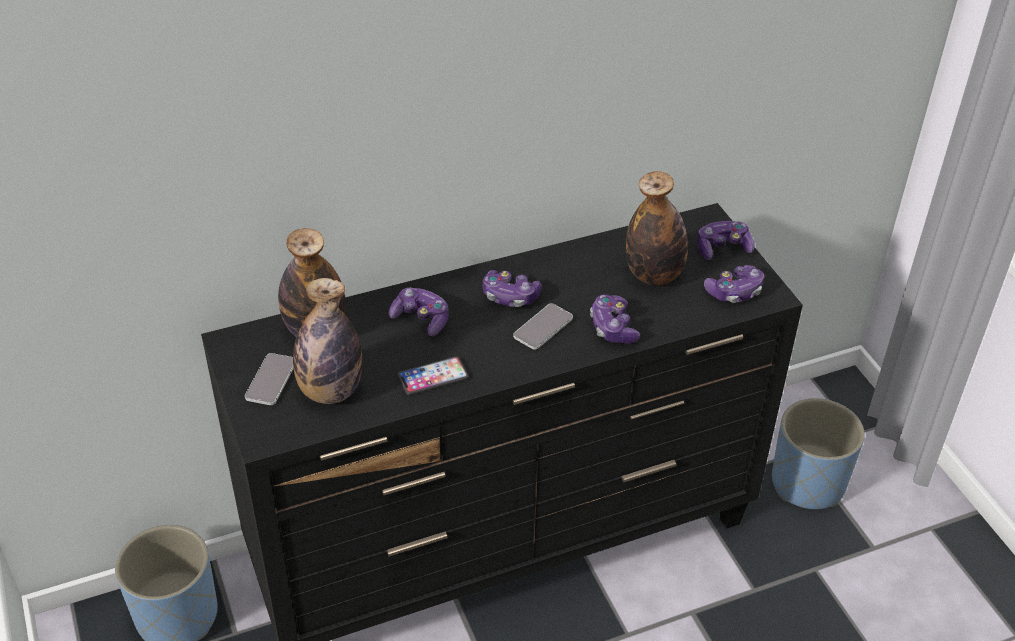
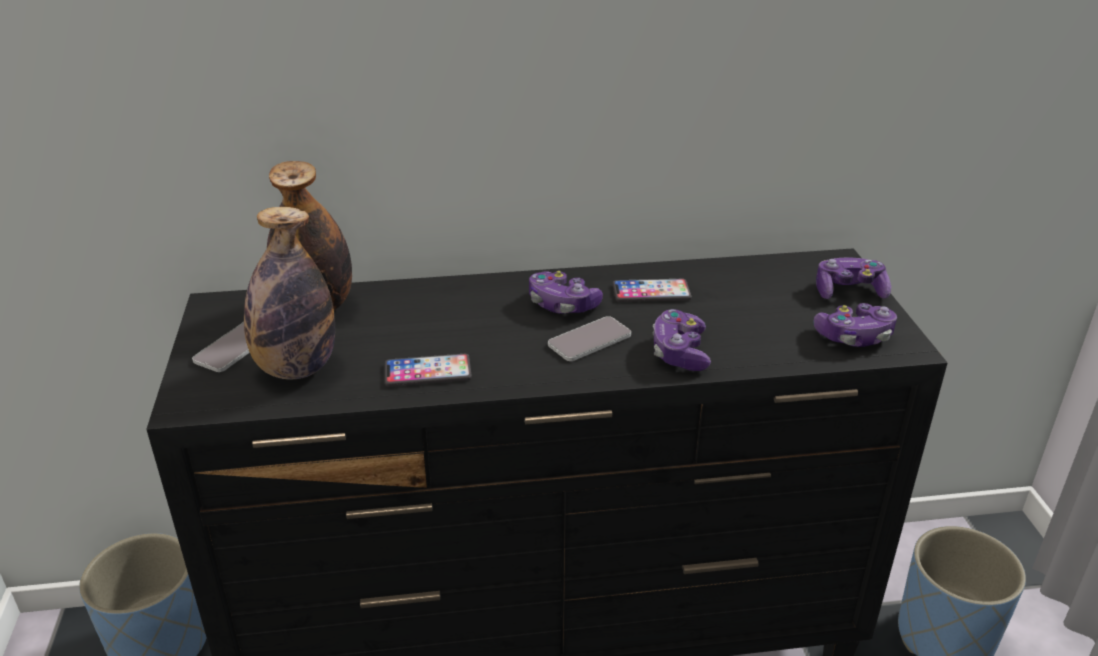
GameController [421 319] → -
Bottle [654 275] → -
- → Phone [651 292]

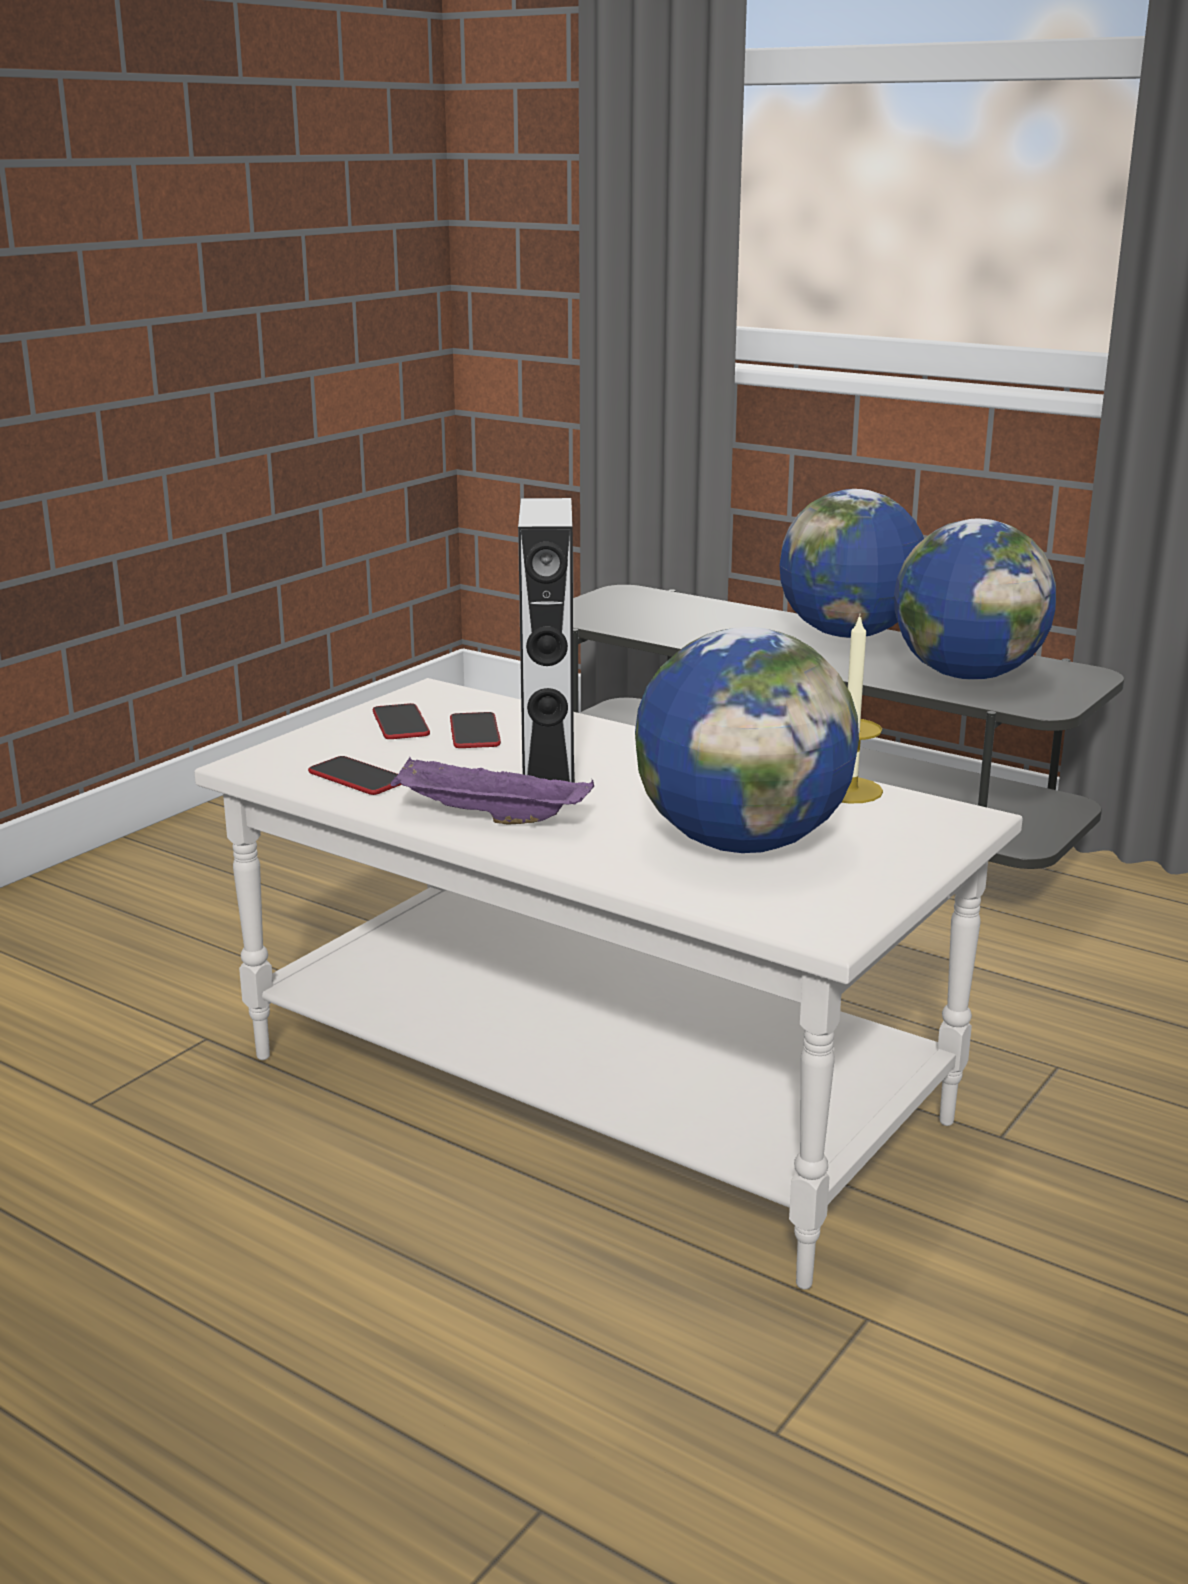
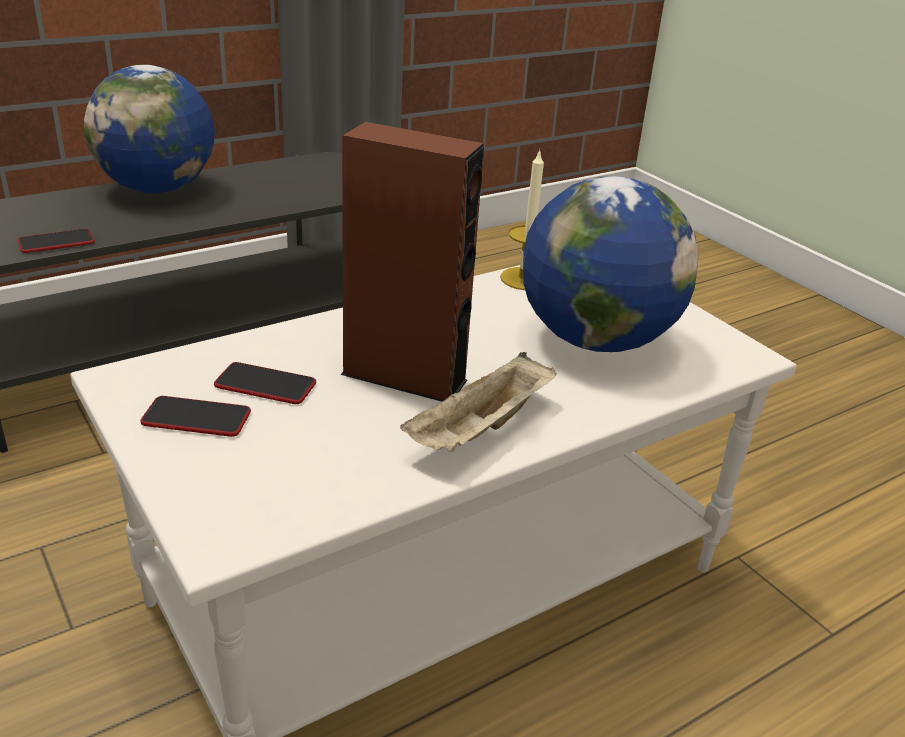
DeskGlobe [967 675] → -
Phone [357 778] → Phone [56 242], moved
PurpleColouredCarryingTray [487 818] → BeigeColouredCarryingTray [481 430]
GrayLoudspeaker [548 775] → BrownLoudspeaker [404 377]

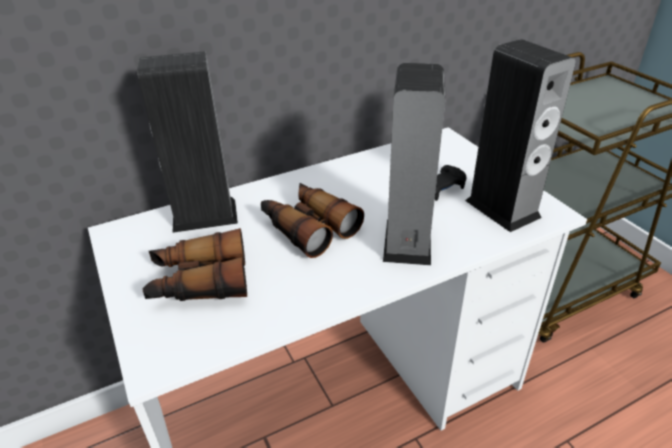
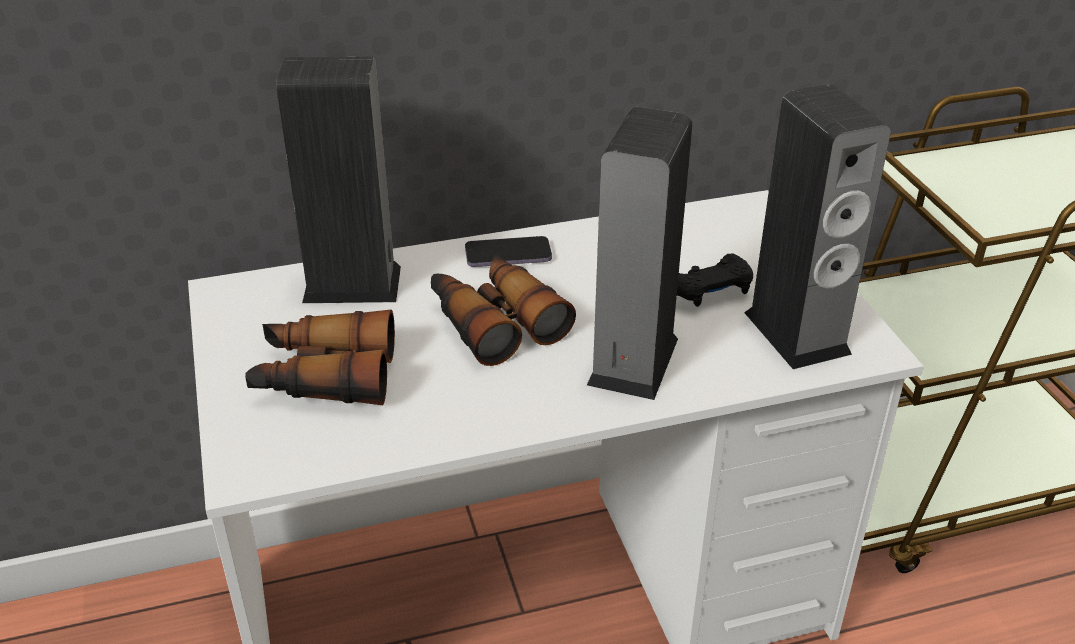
- → Phone [508 255]

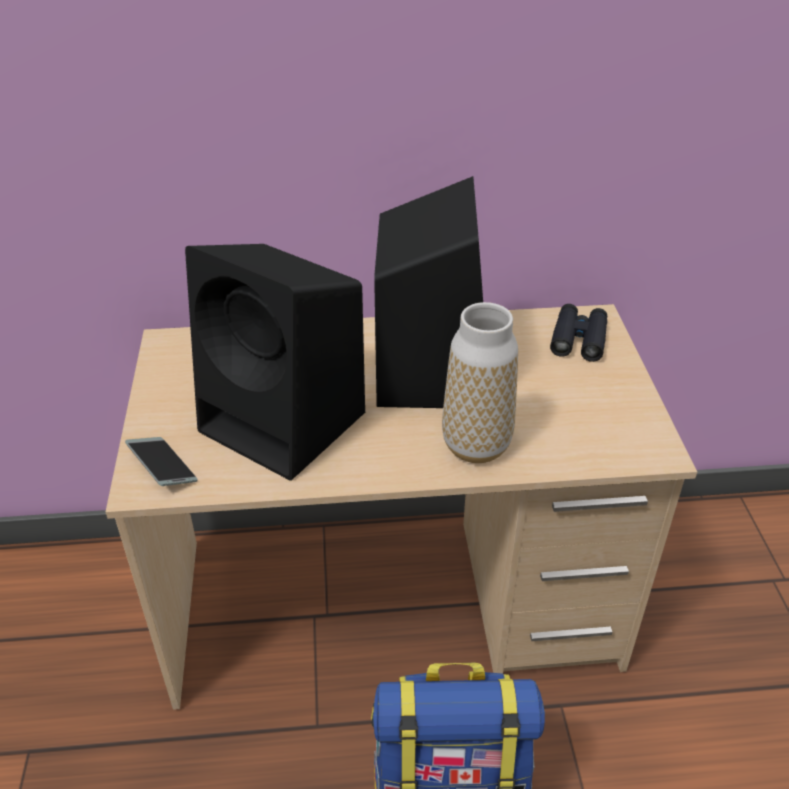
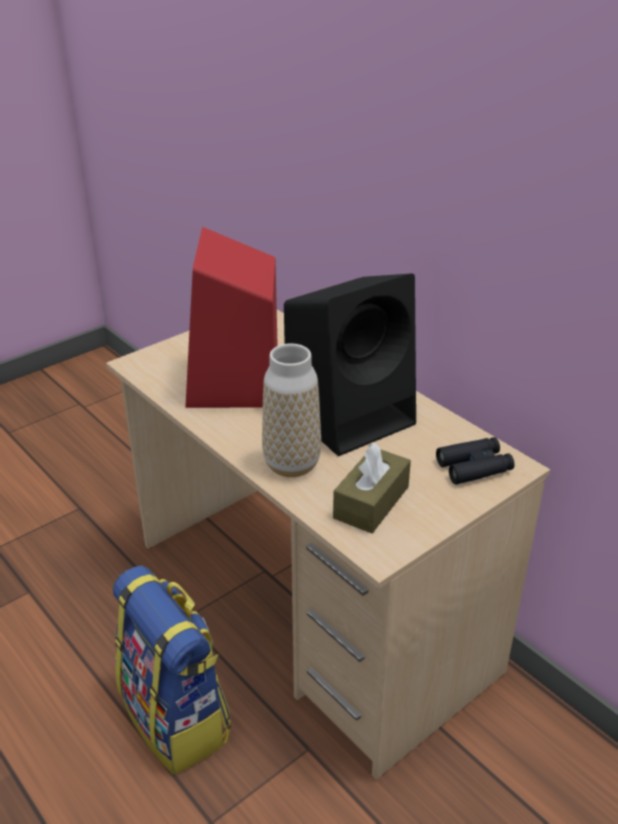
Phone [162 467] → -
- → BrownTissueBox [371 502]
BlackLoudspeaker [287 423] → ReddishLoudspeaker [234 384]

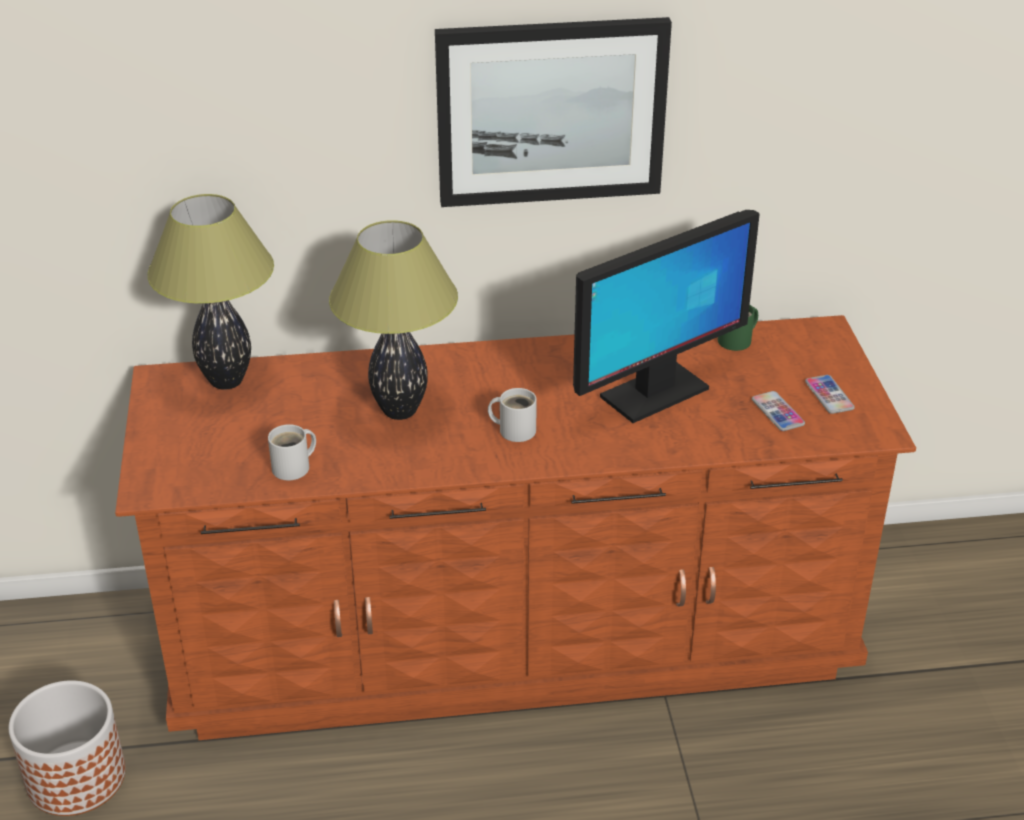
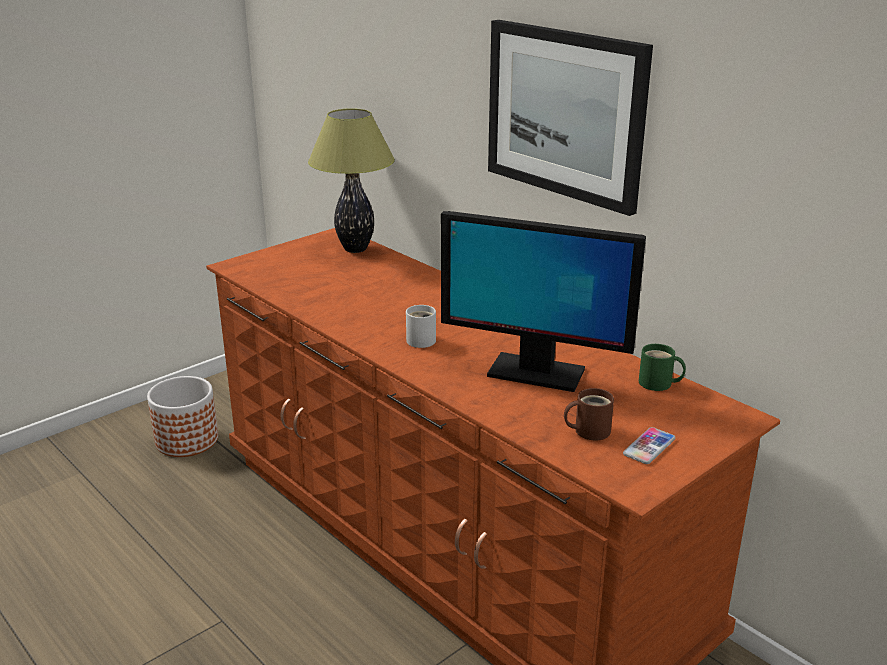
WhiteCoffeeMug [294 467] → -
TableLamp [399 411] → -
Phone [777 412] → BrownCoffeeMug [588 430]

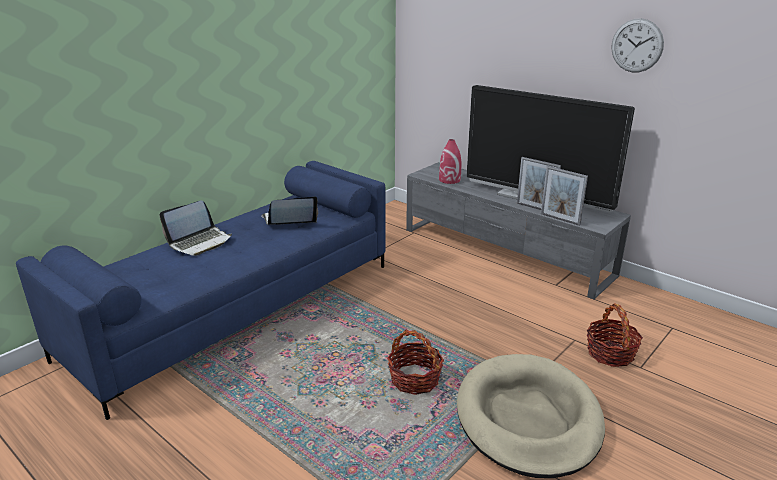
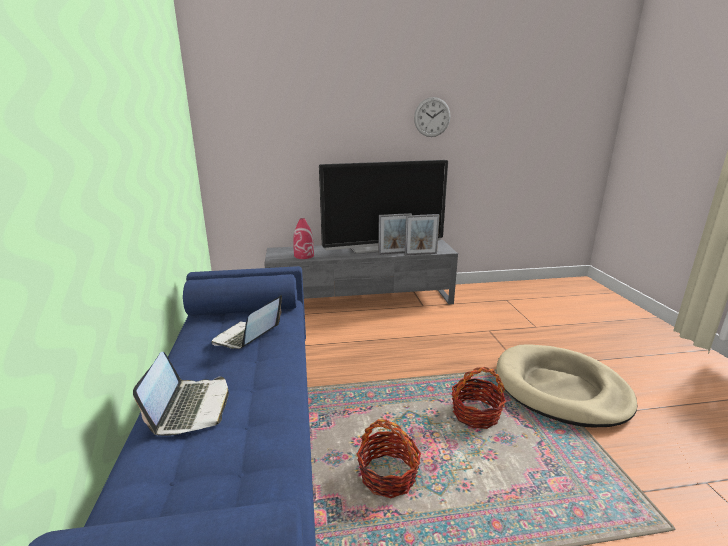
StorageBasket [610 353] → StorageBasket [388 476], moved

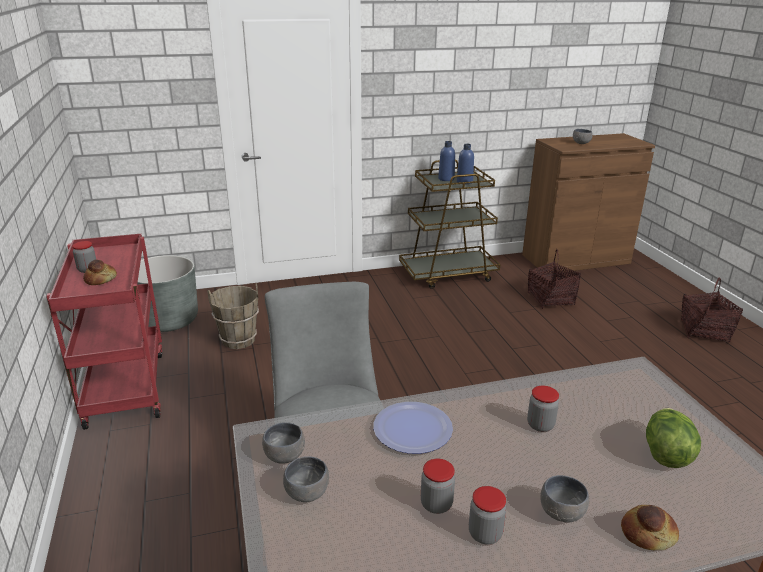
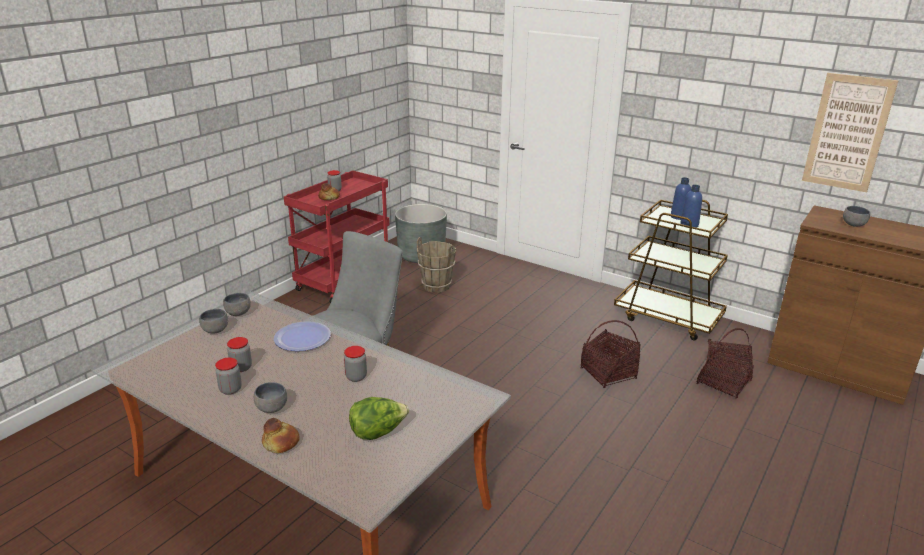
- → Picture [847 133]
StorageBasket [704 331] → StorageBasket [608 374], moved

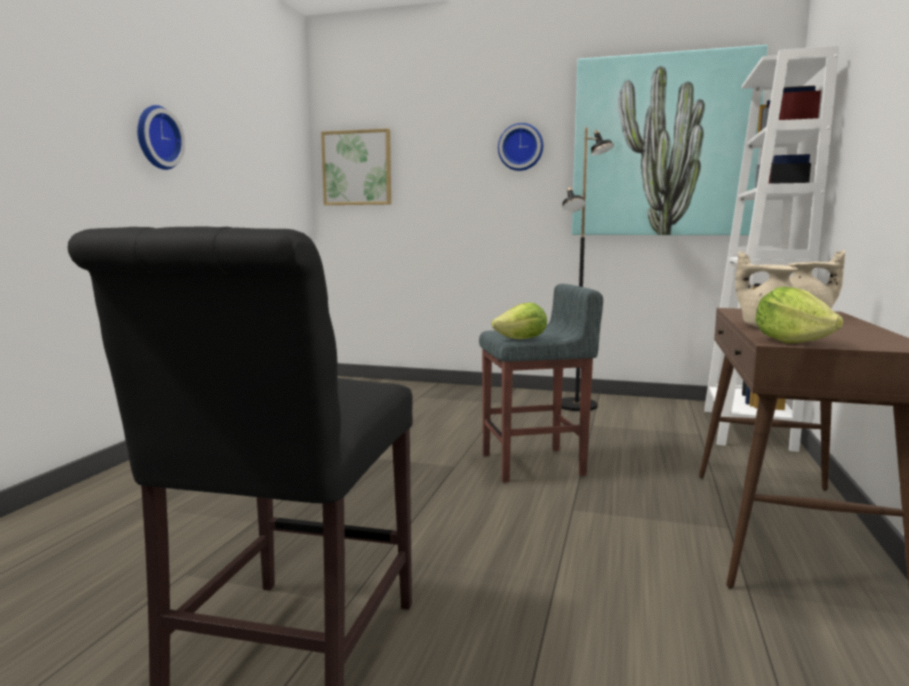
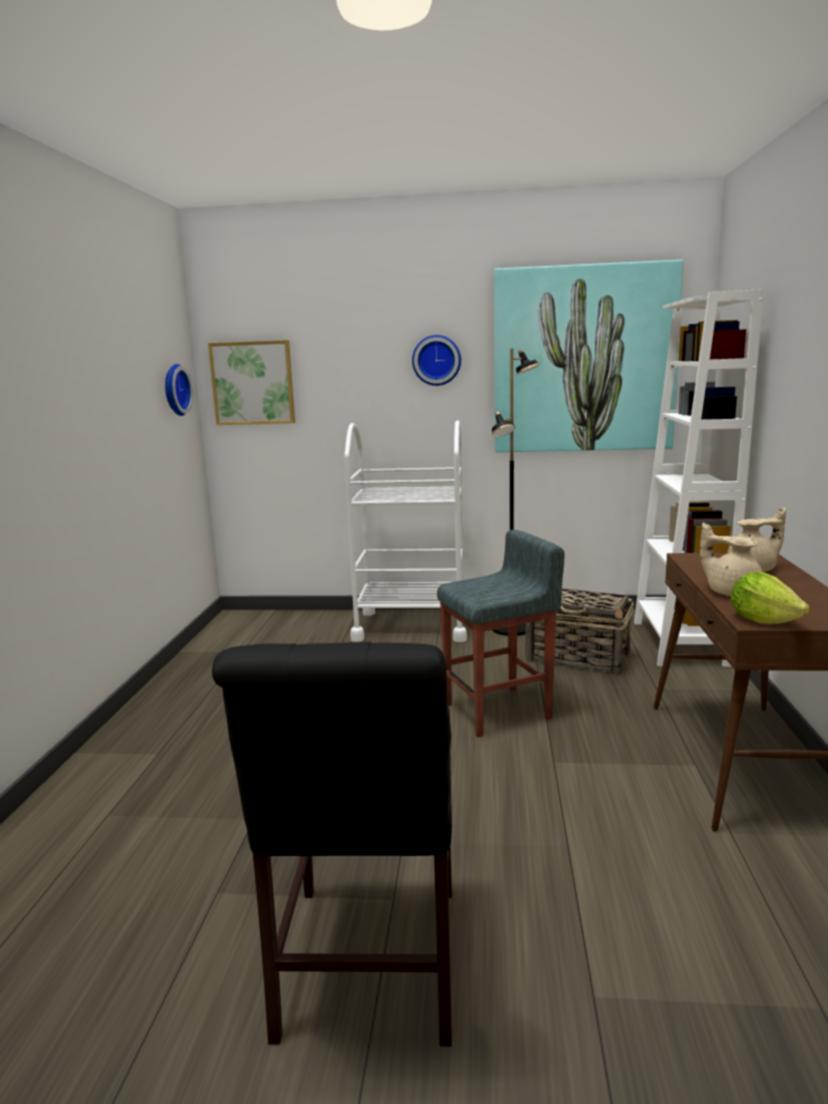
HeadOfLettuce [522 339] → -
- → WhiteTrolley [412 626]
- → StorageBasket [578 658]
WallClock [156 138] → WallClock [174 390], moved

